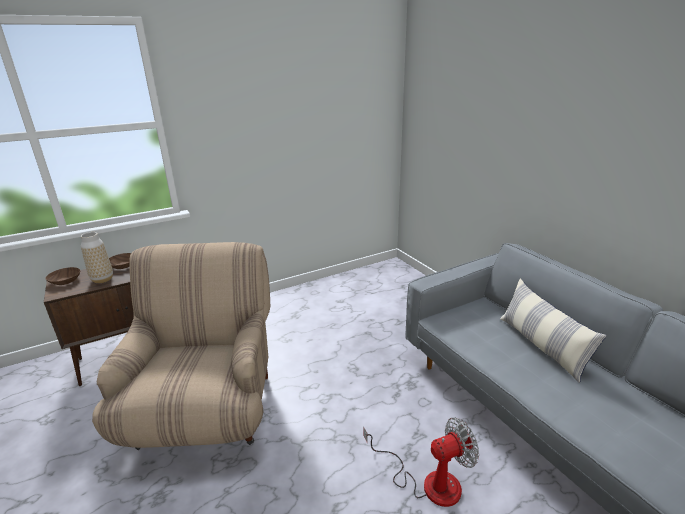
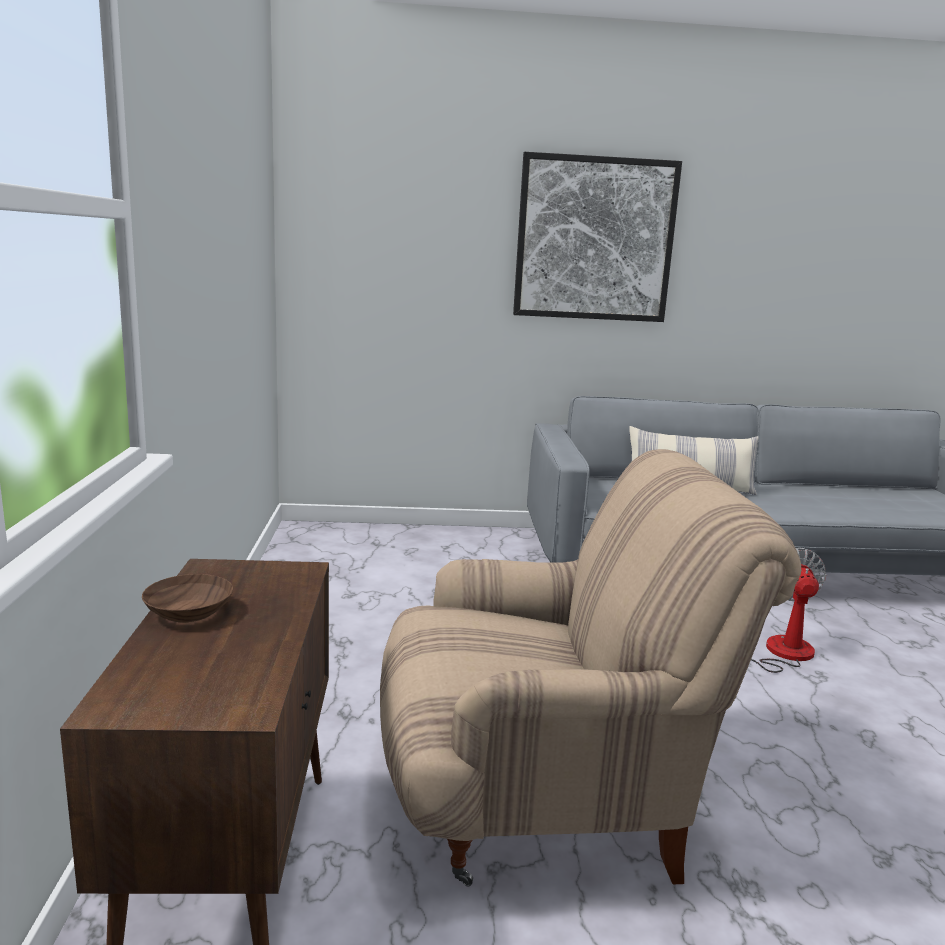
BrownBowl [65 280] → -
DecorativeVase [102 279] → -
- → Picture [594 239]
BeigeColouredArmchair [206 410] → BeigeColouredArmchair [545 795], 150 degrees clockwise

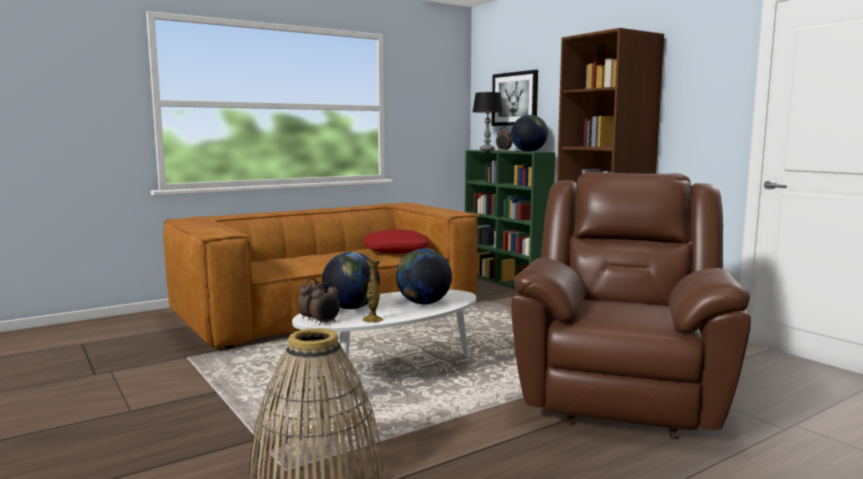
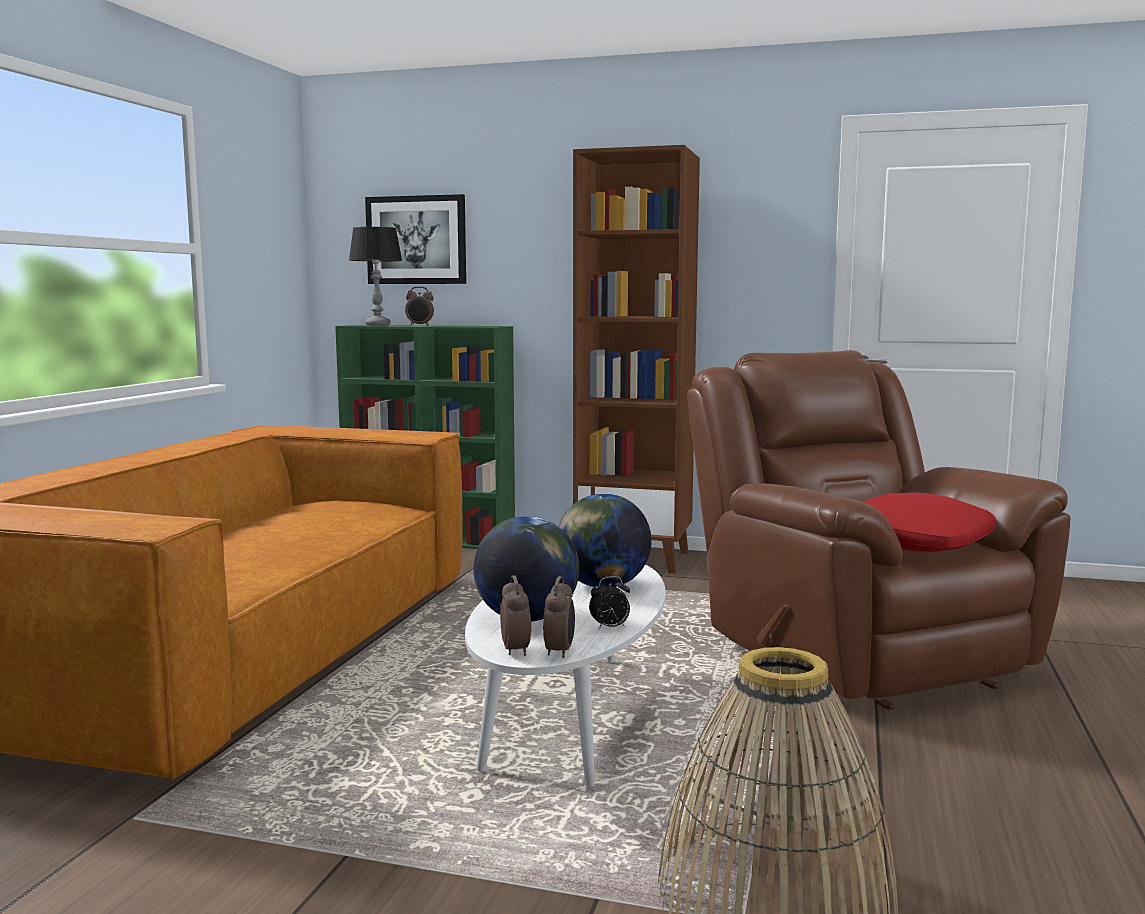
DeskGlobe [528 151] → -
ReddishThrowPillow [396 250] → ReddishThrowPillow [914 542], moved
DecorativeVase [372 319] → BedsideClock [610 627]

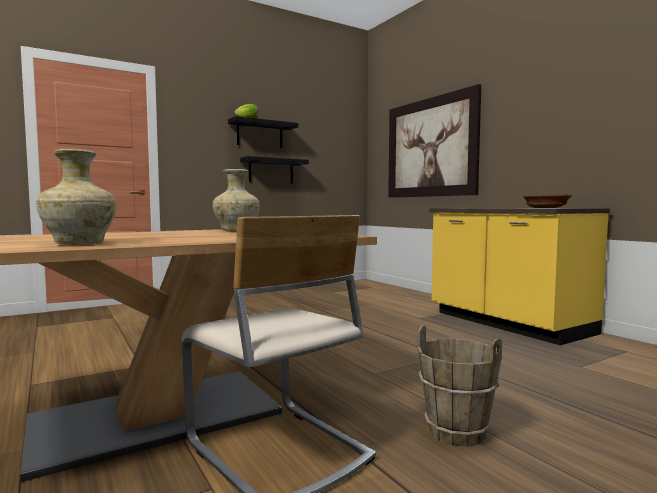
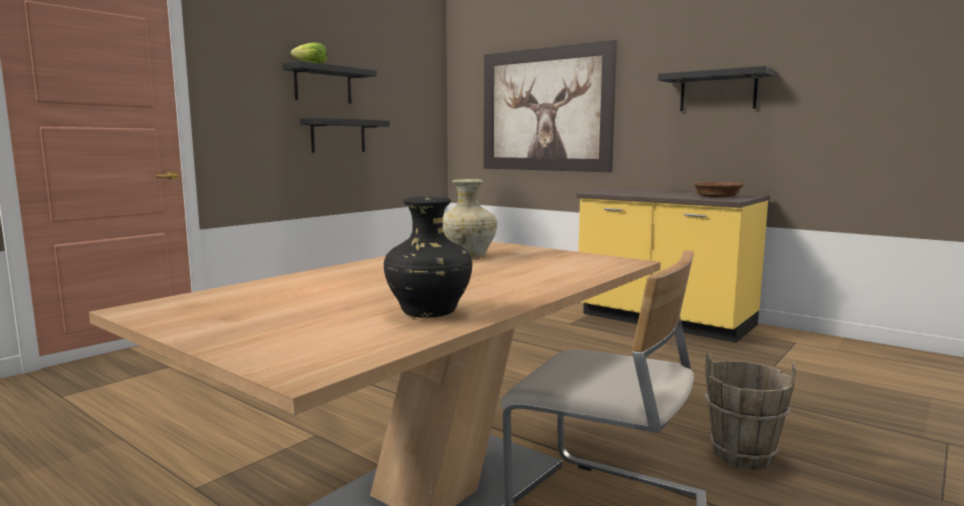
- → BlackBracketShelf [718 91]
BeigeColouredDecorativeVase [78 244] → BlackDecorativeVase [427 313]

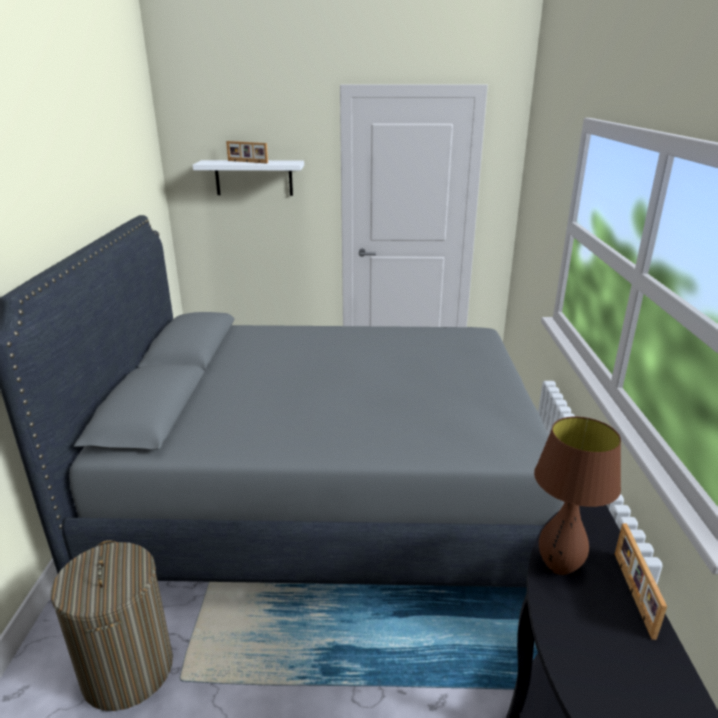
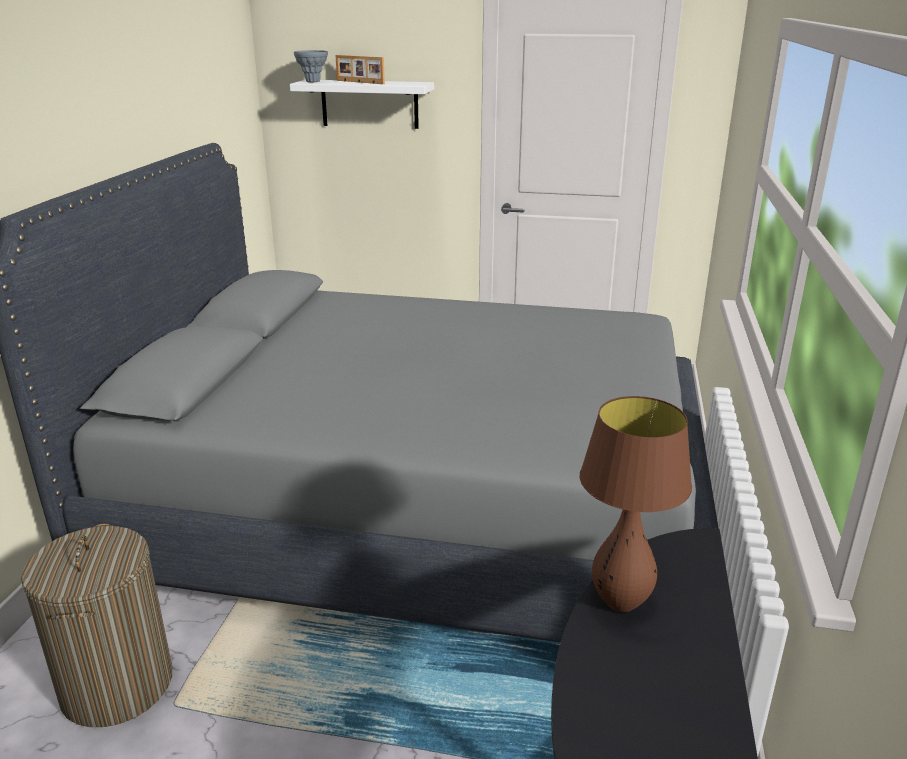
PhotoFrame [632 593] → -
- → GrayDecorativeVase [312 82]

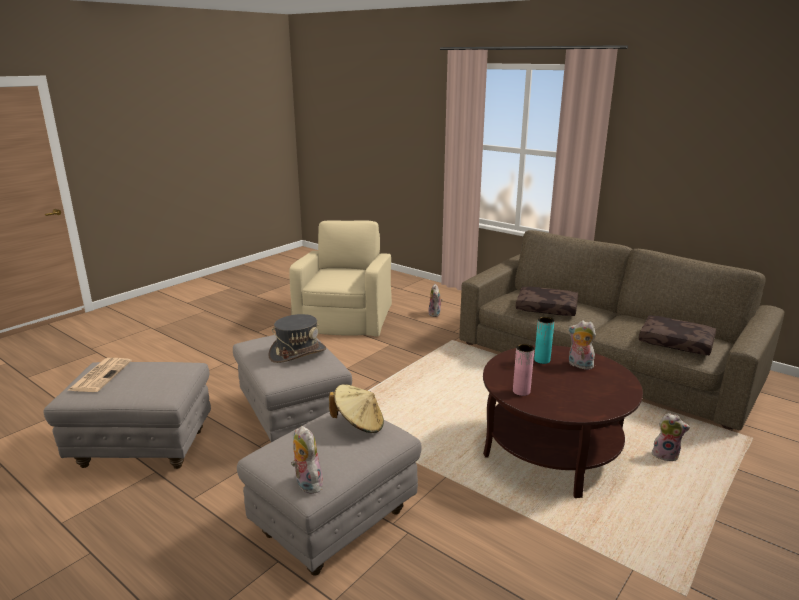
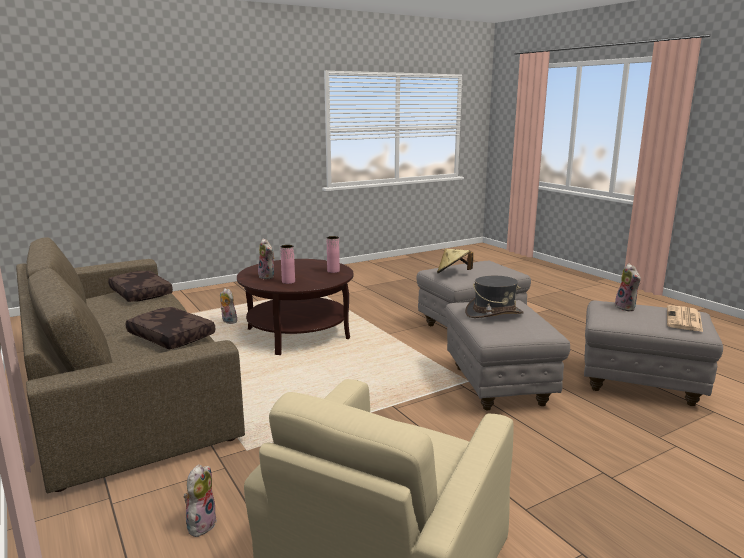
CuddlyToy [306 484] → CuddlyToy [627 308], moved
TurquoiseColouredDecorativeVase [542 360] → PinkDecorativeVase [288 282]

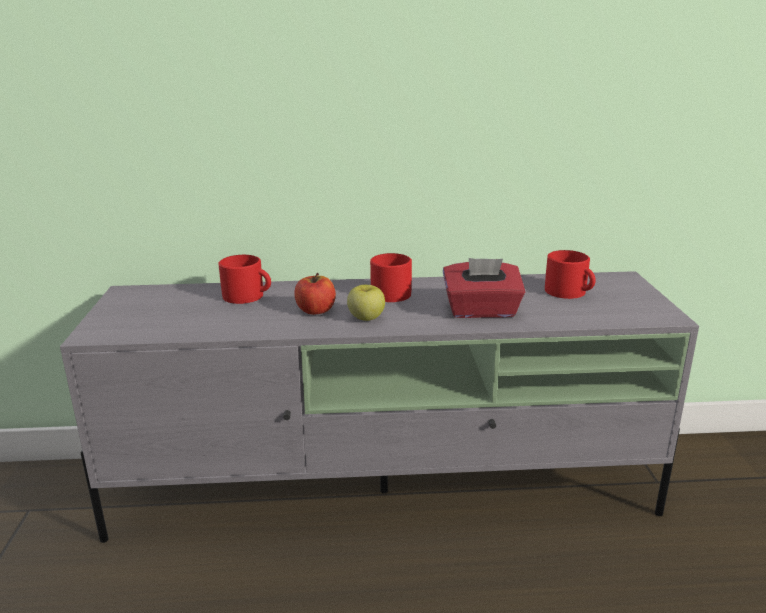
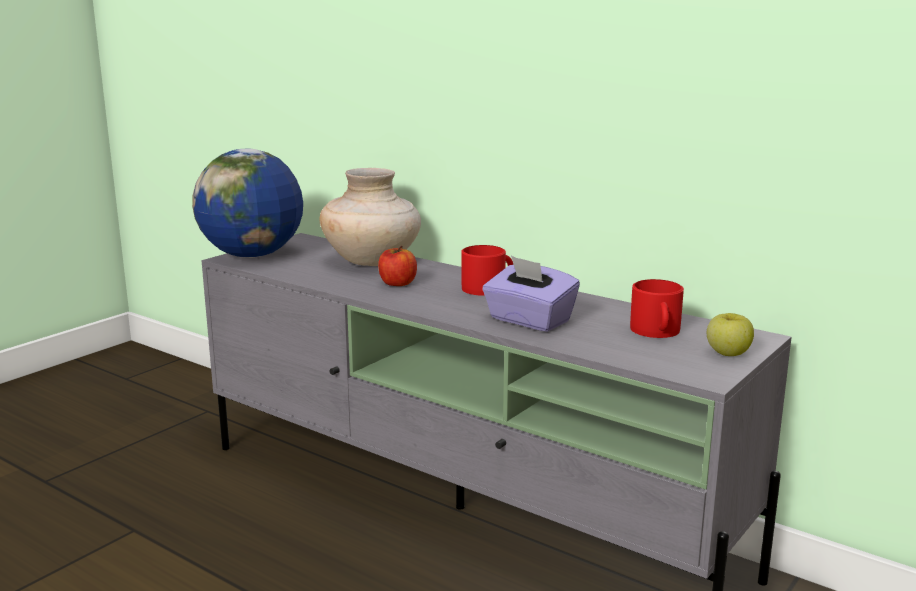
- → DeskGlobe [252 255]
AppleFruit [366 318] → AppleFruit [728 353], moved
ReddishCoffeeMug [248 296] → BeigeColouredDecorativeVase [372 261]
ReddishTissueBox [481 311] → PurpleColouredTissueBox [529 321]

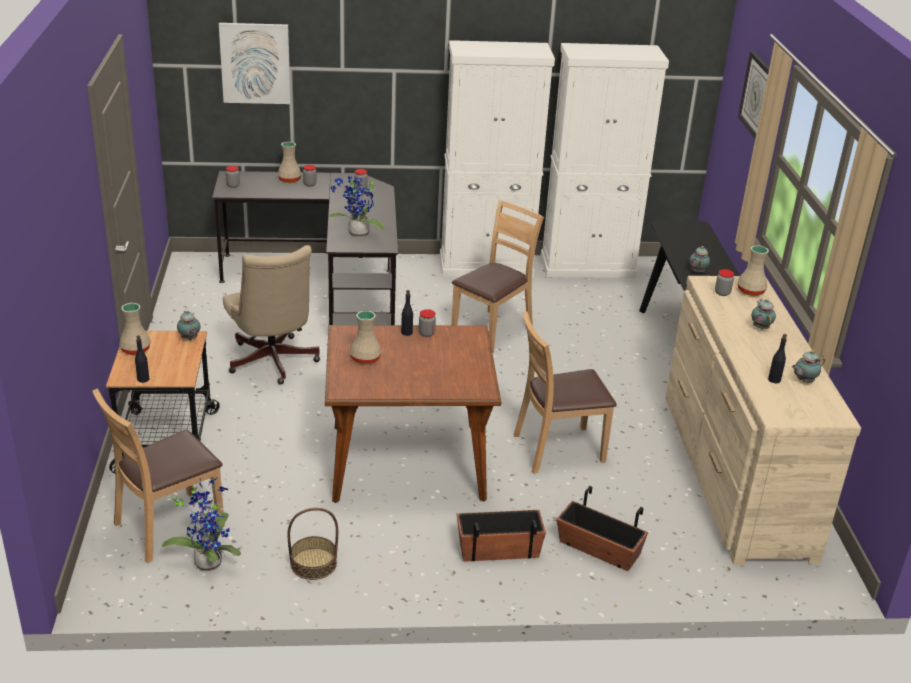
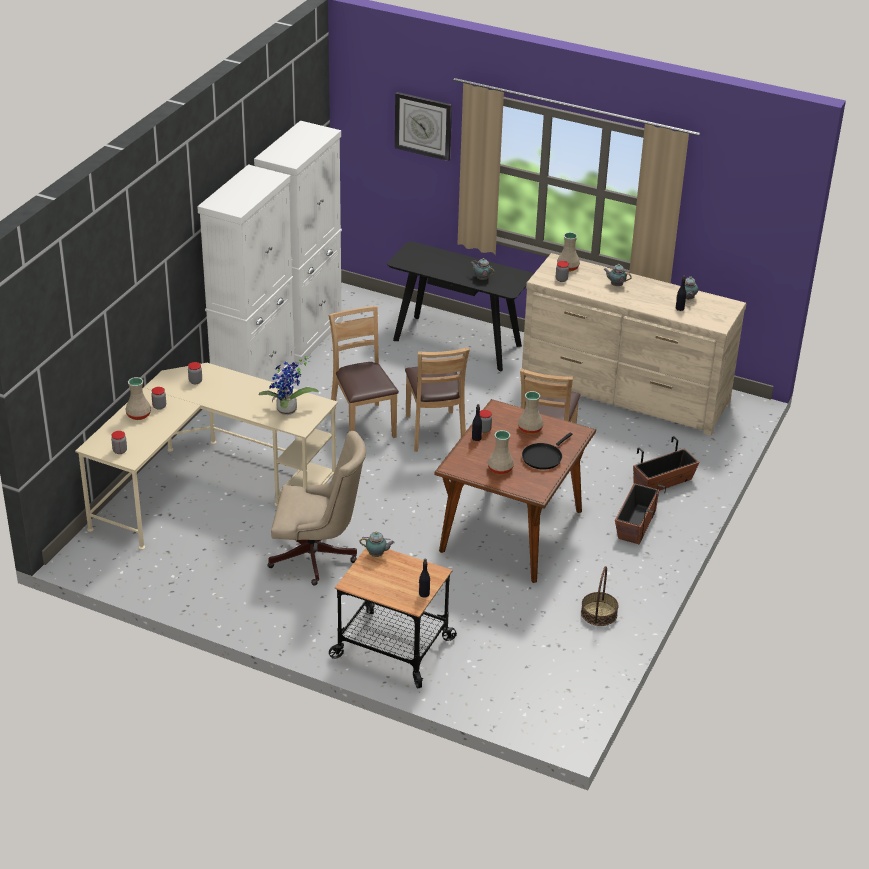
PlantInAPot [208 561] → -
Picture [255 63] → -
- → BlackPan [543 457]
BrownPlainChair [168 526] → BrownPlainChair [434 431], moved
BeigeColouredDecorativeVase [135 350] → BeigeColouredDecorativeVase [530 429], moved
BlackDeskUnit [325 286] → BeigeColouredDeskUnit [208 487]

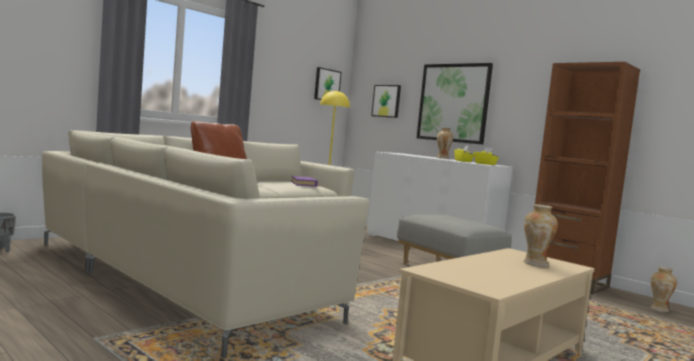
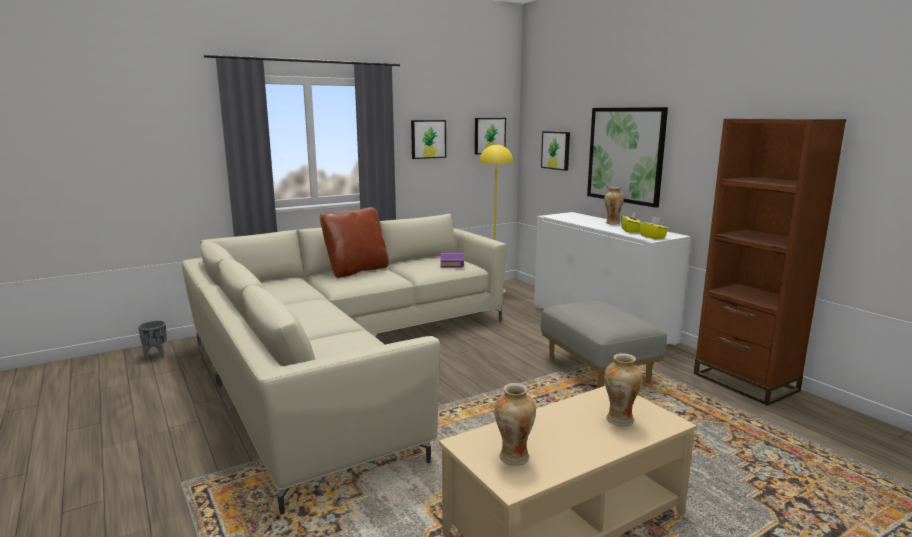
- → Picture [428 139]
DecorativeVase [659 309] → DecorativeVase [513 457], moved

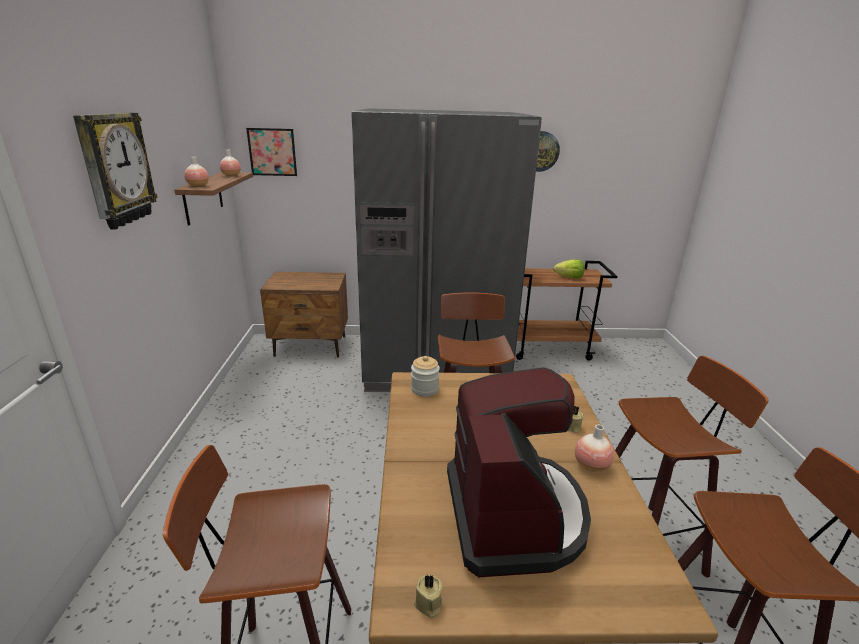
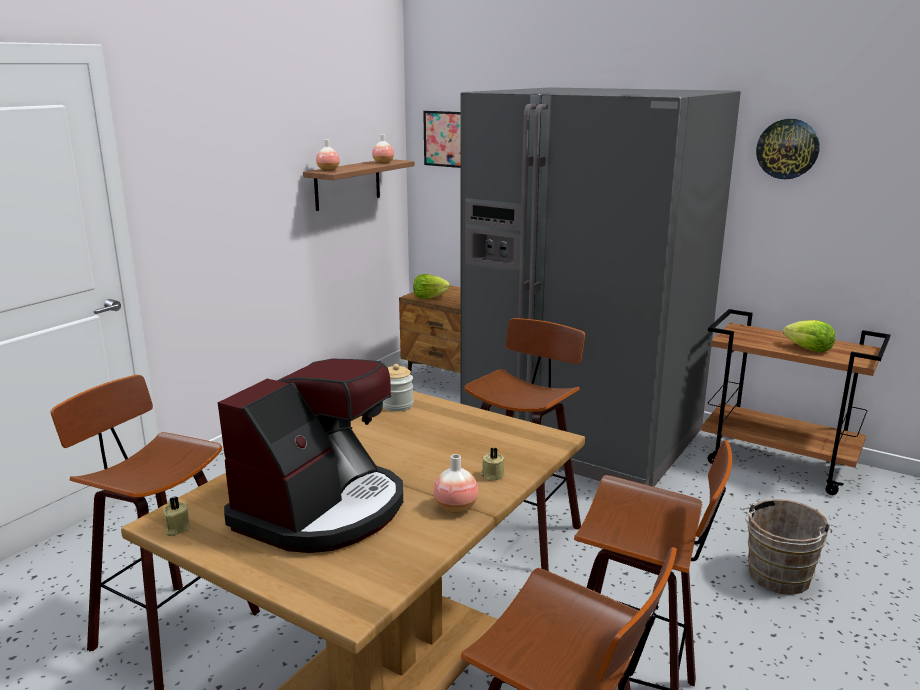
WallClock [115 169] → -
- → HeadOfLettuce [429 297]
- → BrownBucket [777 579]

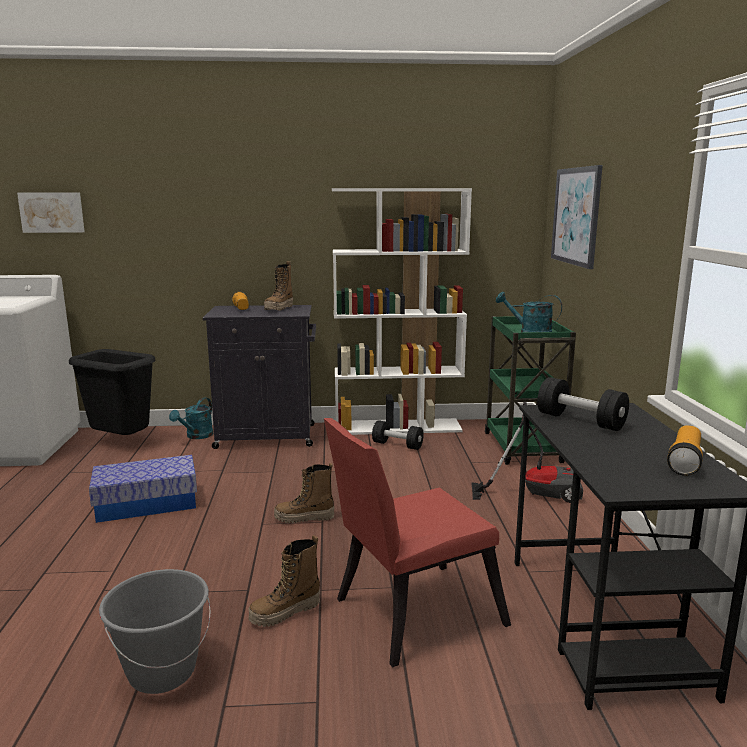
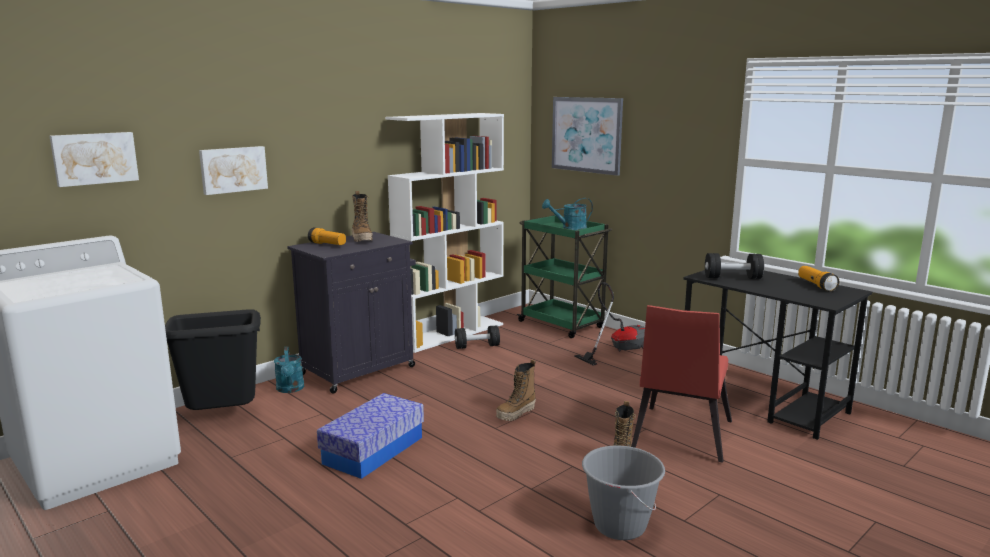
- → Picture [233 169]

